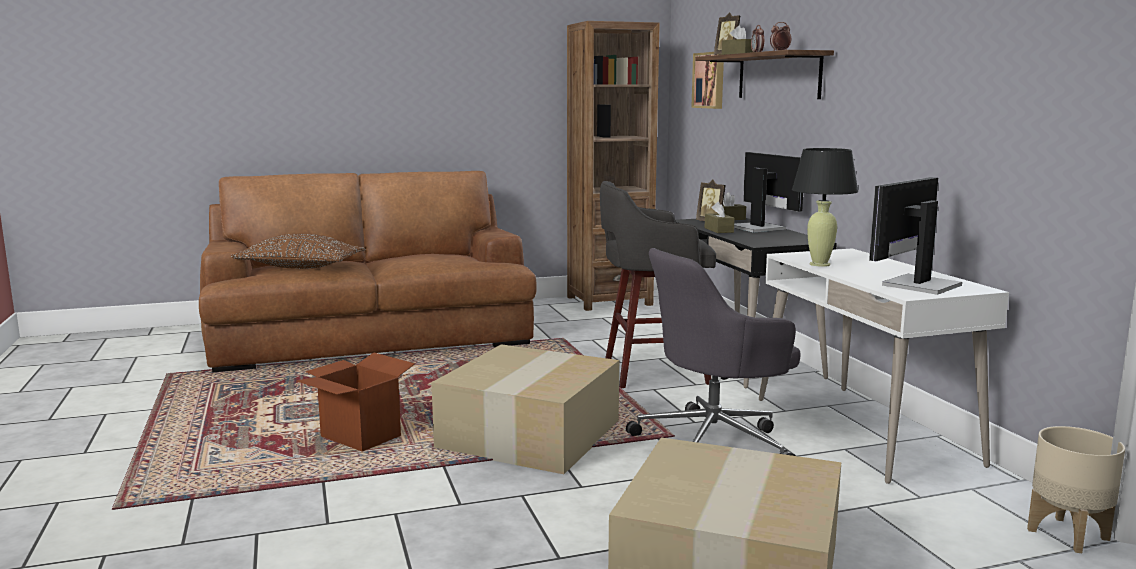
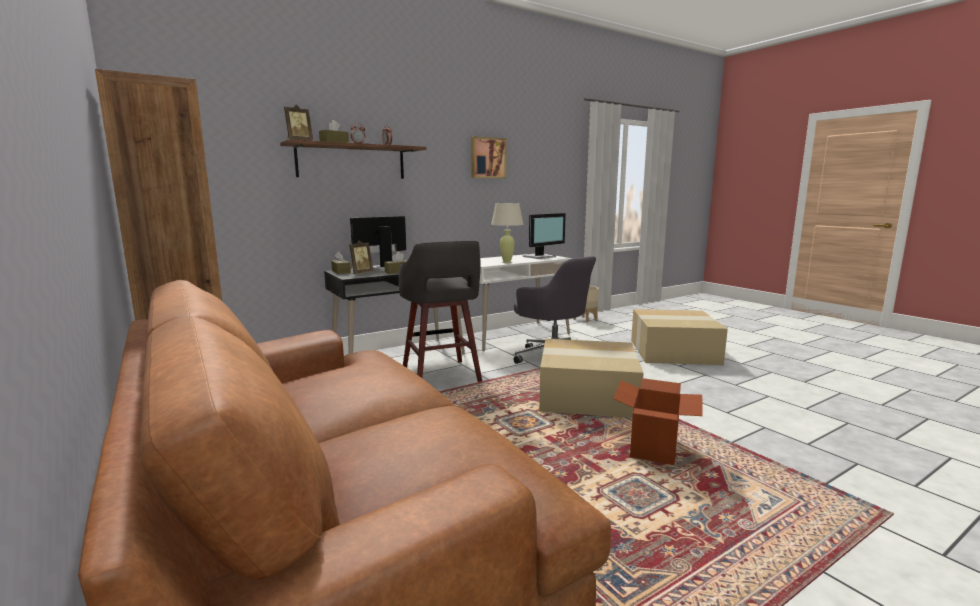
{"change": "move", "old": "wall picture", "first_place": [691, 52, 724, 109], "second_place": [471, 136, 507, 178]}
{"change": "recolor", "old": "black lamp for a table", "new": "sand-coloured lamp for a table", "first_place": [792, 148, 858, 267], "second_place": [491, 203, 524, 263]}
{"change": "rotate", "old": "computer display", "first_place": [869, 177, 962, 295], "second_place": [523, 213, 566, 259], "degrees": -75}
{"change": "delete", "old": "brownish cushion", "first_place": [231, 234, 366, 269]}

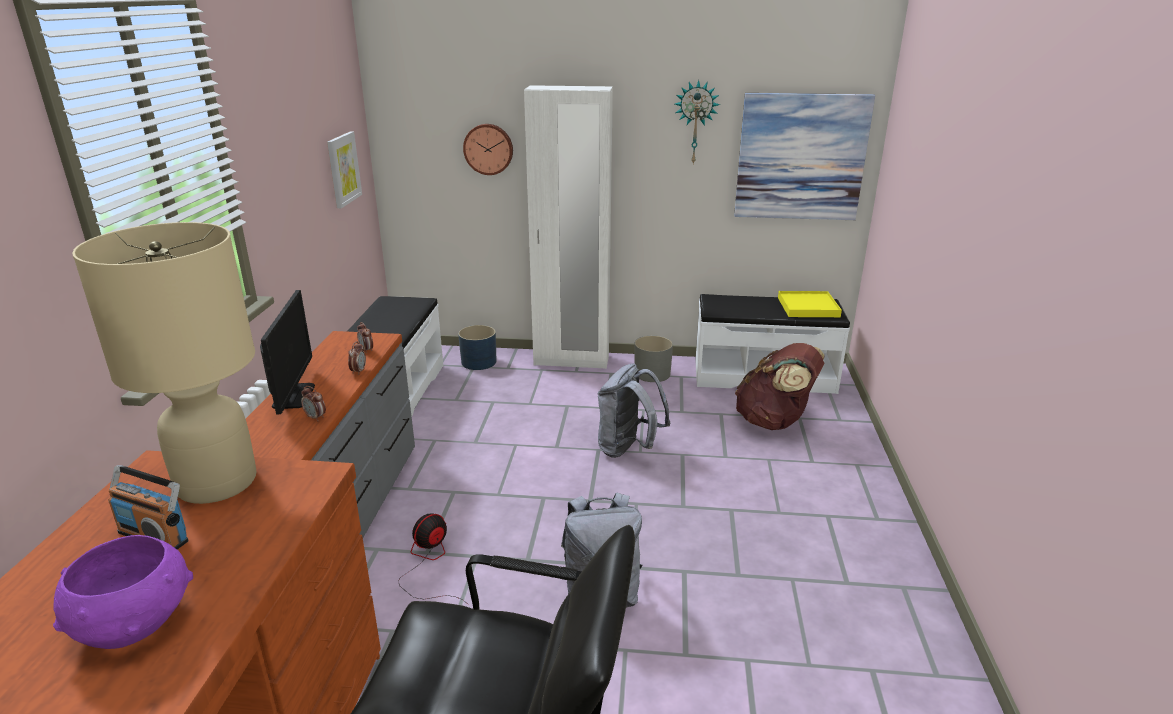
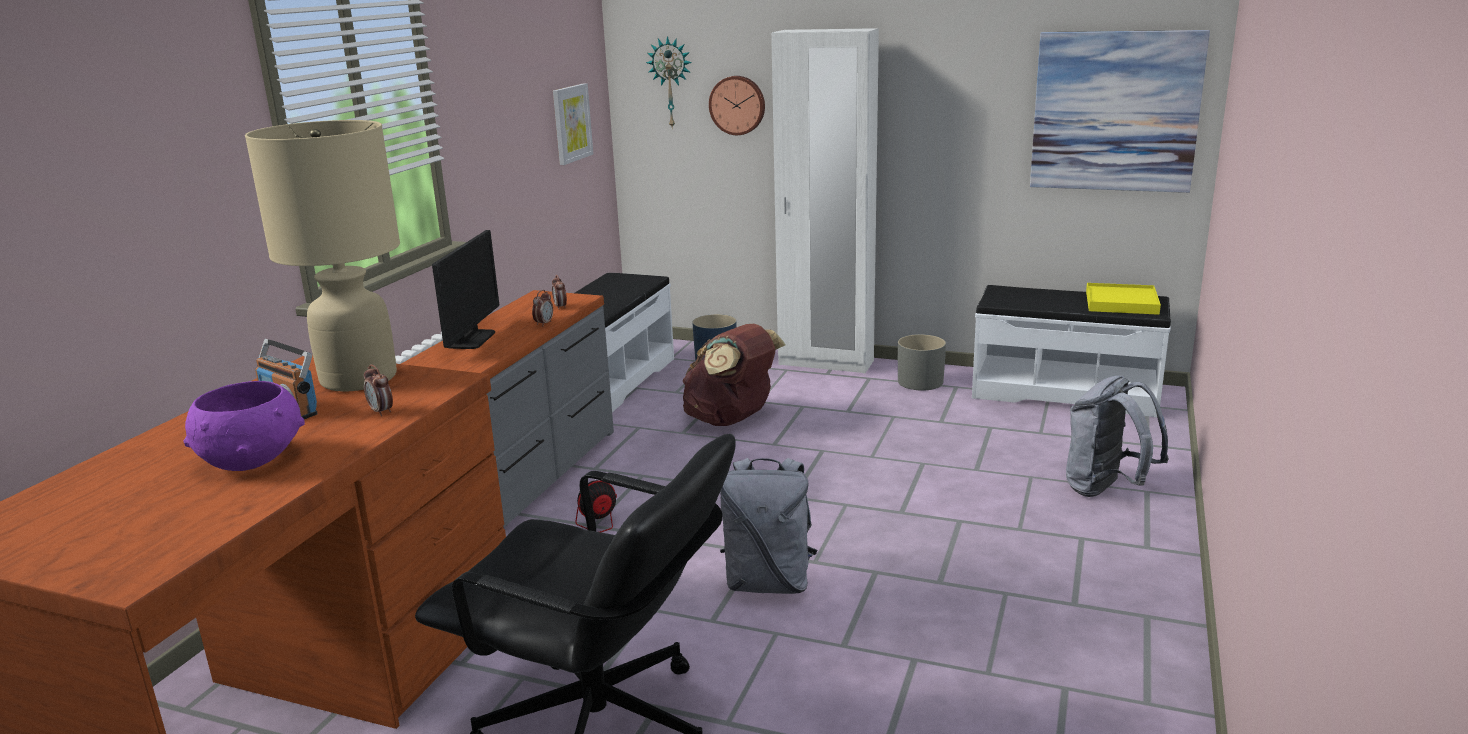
{"change": "move", "old": "bedside clock", "first_place": [301, 386, 326, 421], "second_place": [364, 364, 393, 416]}
{"change": "move", "old": "wall clock", "first_place": [675, 80, 720, 164], "second_place": [646, 36, 692, 129]}
{"change": "move", "old": "brownish backpack", "first_place": [735, 343, 825, 430], "second_place": [683, 324, 785, 426]}
{"change": "move", "old": "greyish backpack", "first_place": [598, 364, 671, 458], "second_place": [1066, 375, 1169, 497]}

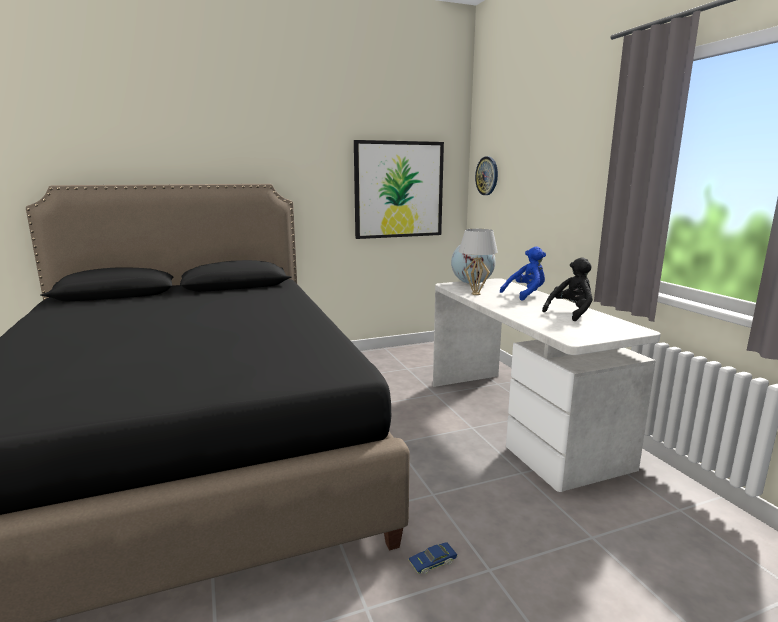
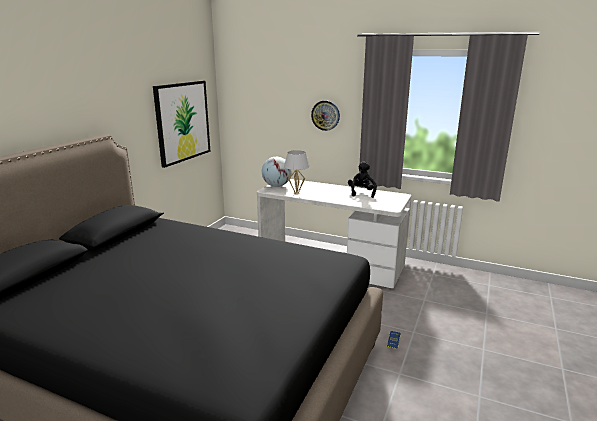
{"change": "move", "old": "wall clock", "first_place": [475, 156, 498, 195], "second_place": [311, 100, 340, 131]}
{"change": "delete", "old": "blue-coloured cuddly toy", "first_place": [500, 246, 546, 301]}

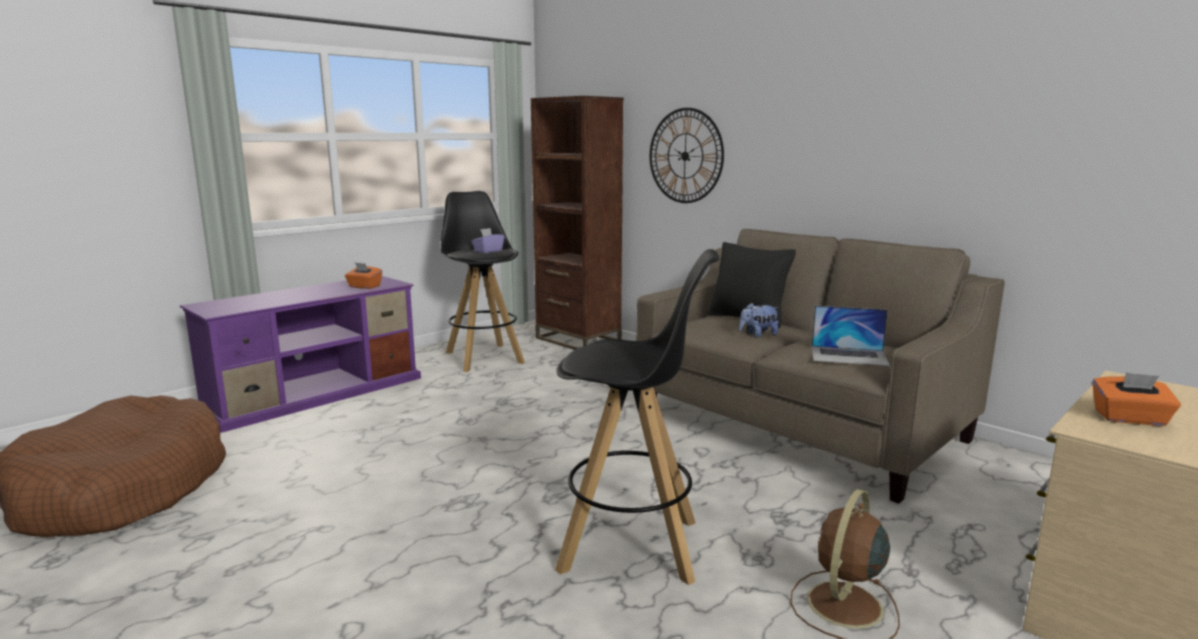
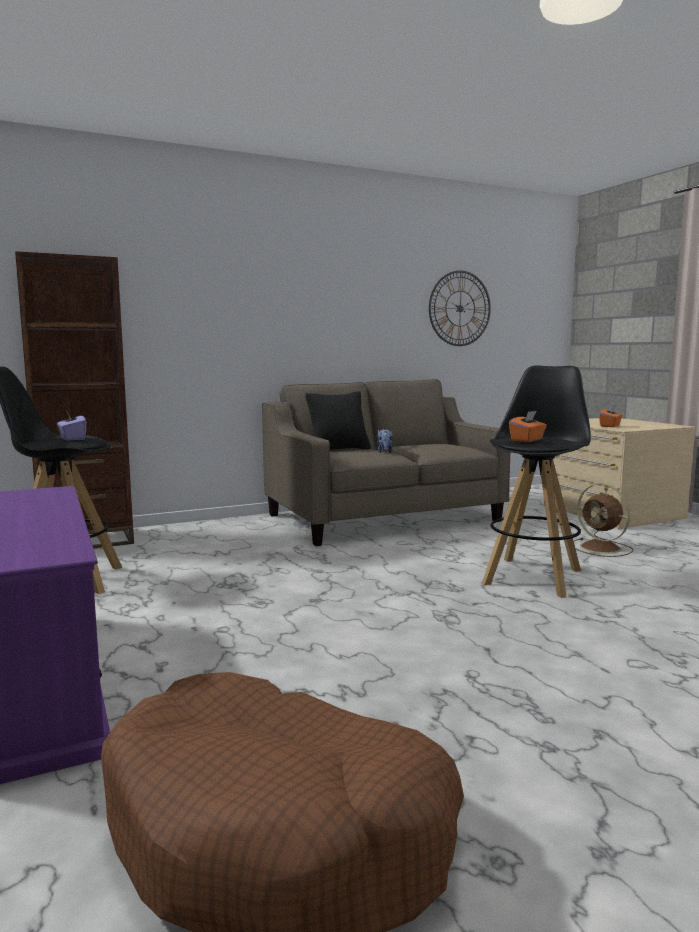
{"change": "move", "old": "wall clock", "first_place": [650, 108, 724, 203], "second_place": [429, 271, 491, 346]}
{"change": "move", "old": "orange-coloured box of tissues", "first_place": [345, 262, 382, 289], "second_place": [509, 411, 547, 442]}
{"change": "delete", "old": "laptop", "first_place": [812, 306, 890, 366]}

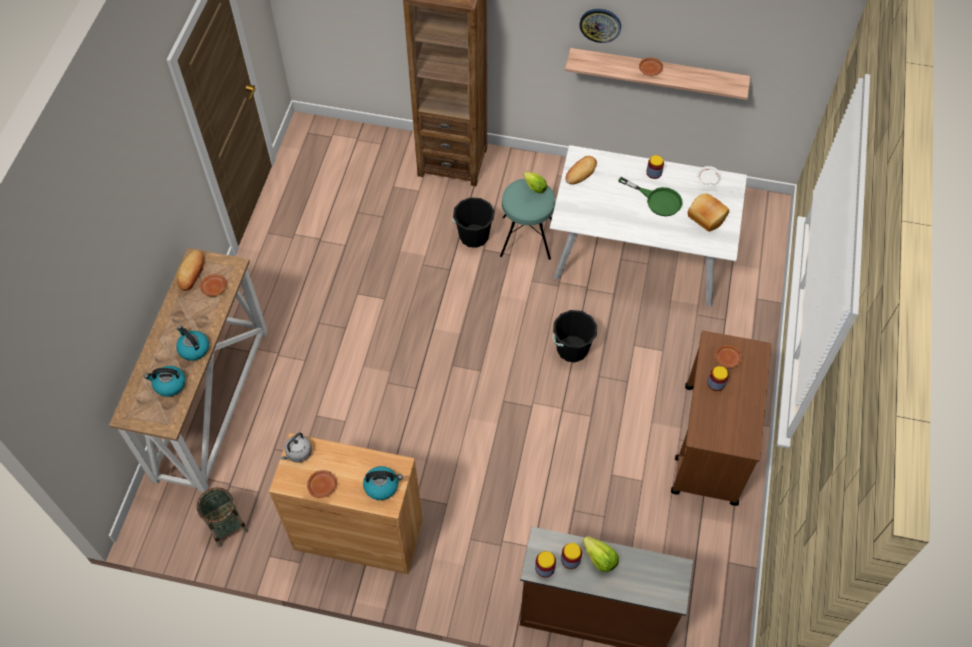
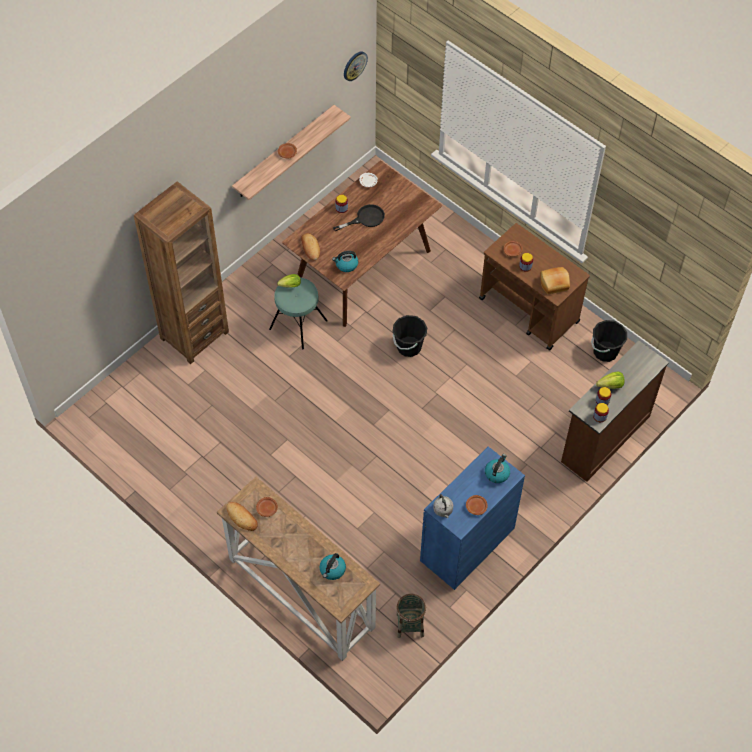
{"change": "recolor", "old": "whitish dining table", "new": "brownish dining table", "first_place": [550, 145, 747, 307], "second_place": [282, 160, 443, 327]}
{"change": "move", "old": "kettle", "first_place": [176, 326, 209, 361], "second_place": [332, 251, 358, 272]}
{"change": "recolor", "old": "green pan", "new": "black pan", "first_place": [618, 177, 683, 216], "second_place": [333, 204, 385, 231]}
{"change": "move", "old": "wall clock", "first_place": [579, 9, 621, 43], "second_place": [344, 51, 368, 81]}
{"change": "recolor", "old": "brownish cabinet", "new": "blue-coloured cabinet", "first_place": [269, 433, 423, 574], "second_place": [420, 446, 525, 590]}
{"change": "move", "old": "bread", "first_place": [688, 193, 729, 232], "second_place": [540, 267, 570, 294]}
{"change": "move", "old": "black pail", "first_place": [452, 197, 495, 248], "second_place": [591, 320, 627, 362]}

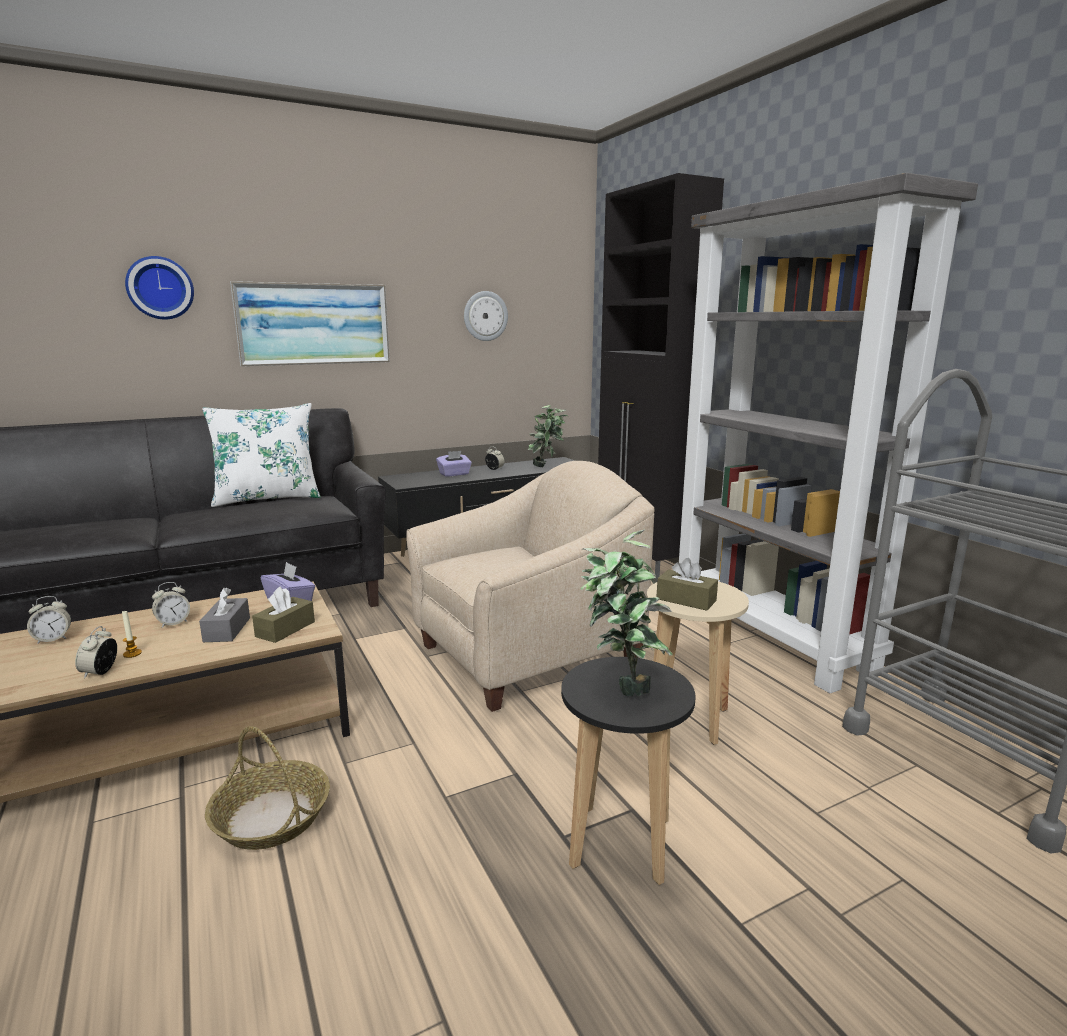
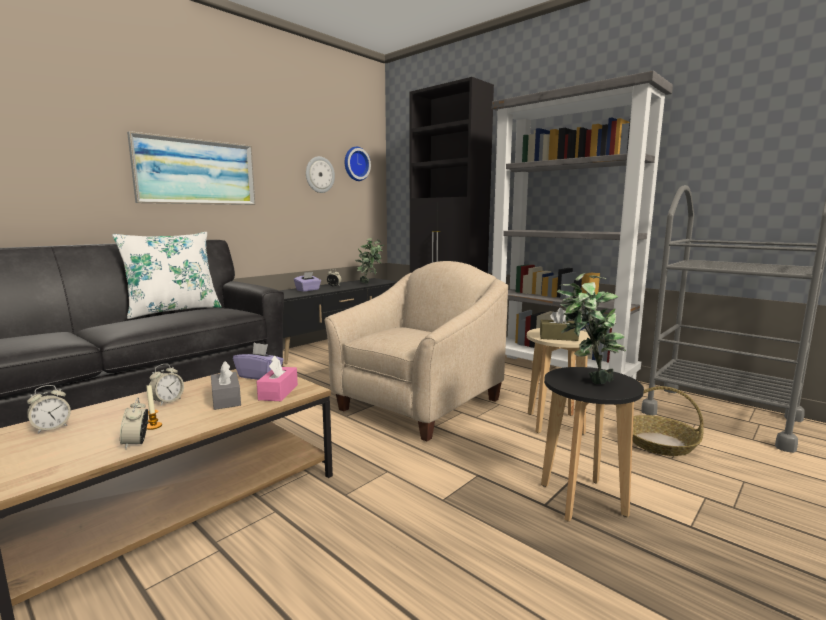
{"change": "recolor", "old": "brownish box of tissues", "new": "pinkish box of tissues", "first_place": [252, 587, 315, 643], "second_place": [257, 356, 298, 401]}
{"change": "move", "old": "wall clock", "first_place": [125, 256, 194, 319], "second_place": [345, 147, 371, 181]}
{"change": "move", "old": "basket", "first_place": [205, 726, 330, 850], "second_place": [632, 386, 703, 456]}

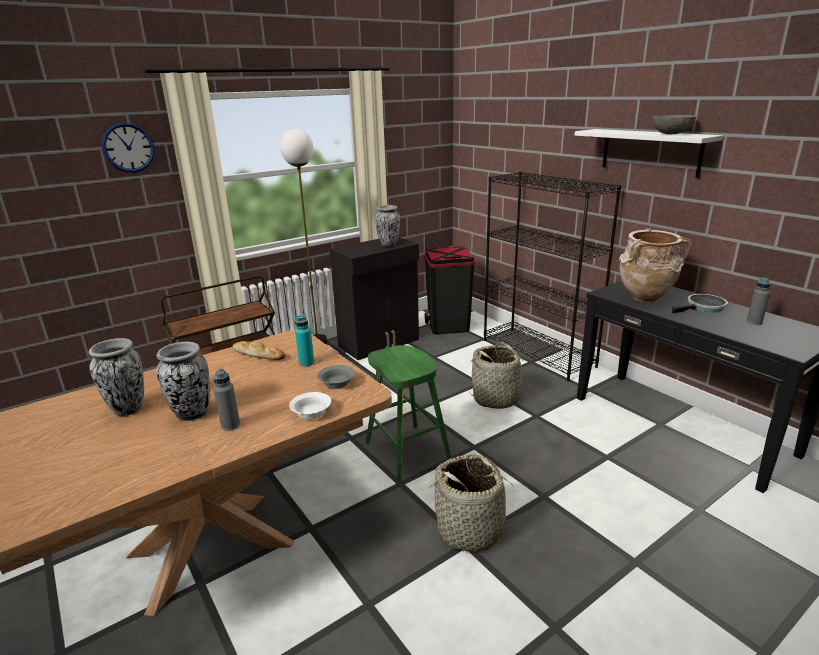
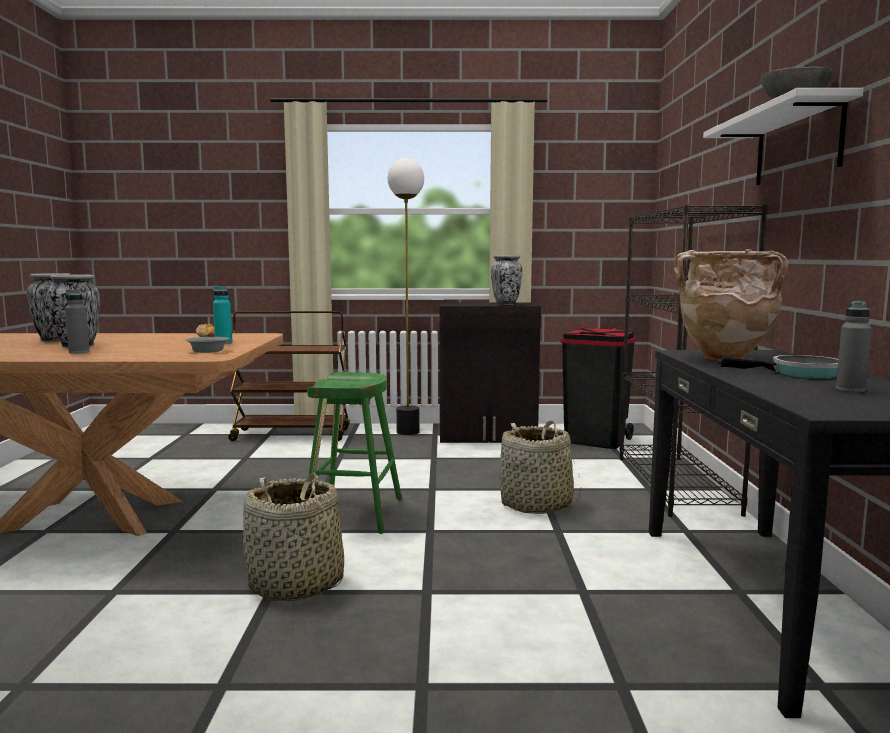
{"change": "delete", "old": "wall clock", "first_place": [101, 122, 155, 173]}
{"change": "delete", "old": "whitish serving bowl", "first_place": [289, 392, 331, 419]}

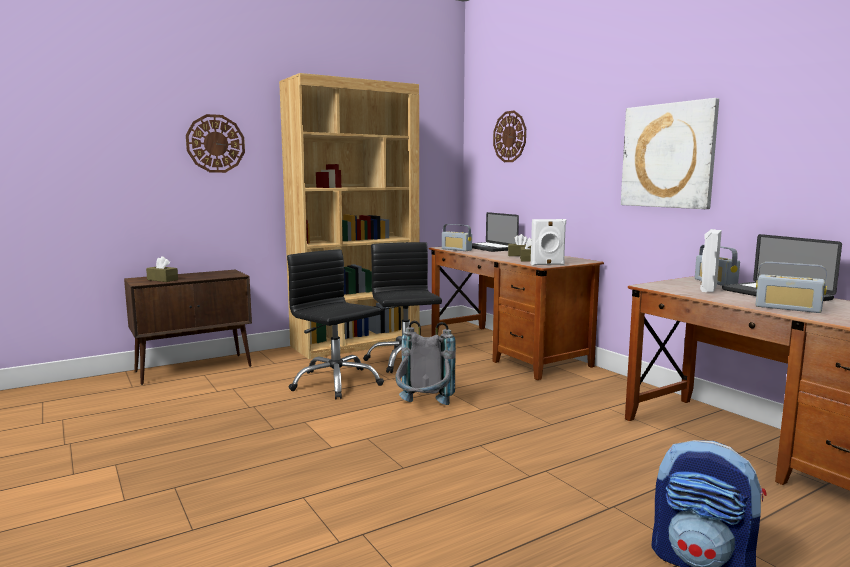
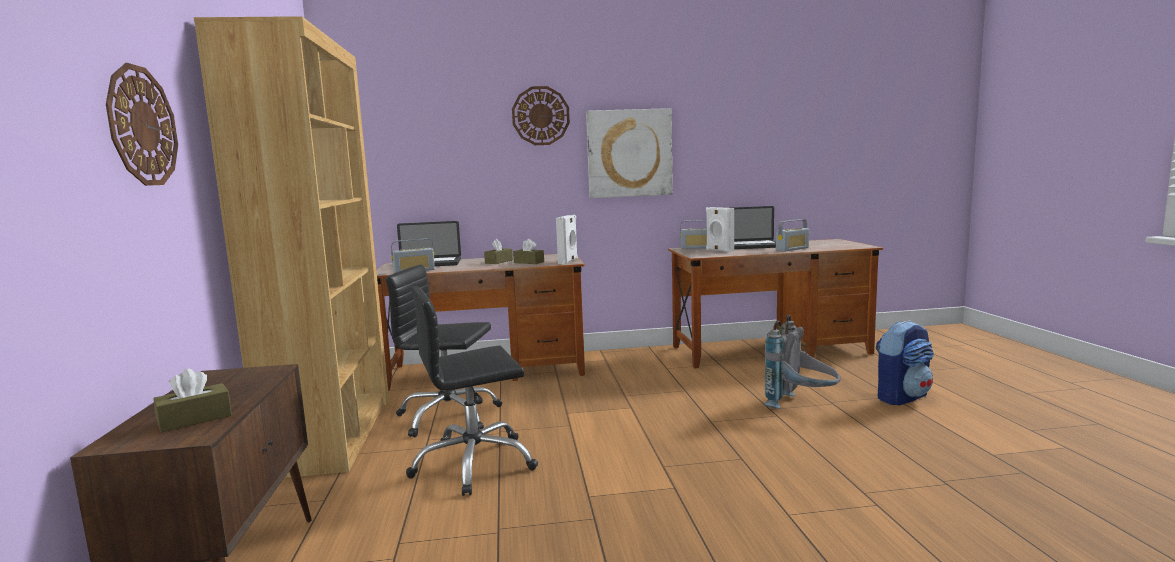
{"change": "move", "old": "wall clock", "first_place": [493, 111, 526, 162], "second_place": [512, 86, 570, 145]}
{"change": "move", "old": "greyish backpack", "first_place": [395, 320, 456, 405], "second_place": [764, 314, 841, 409]}

